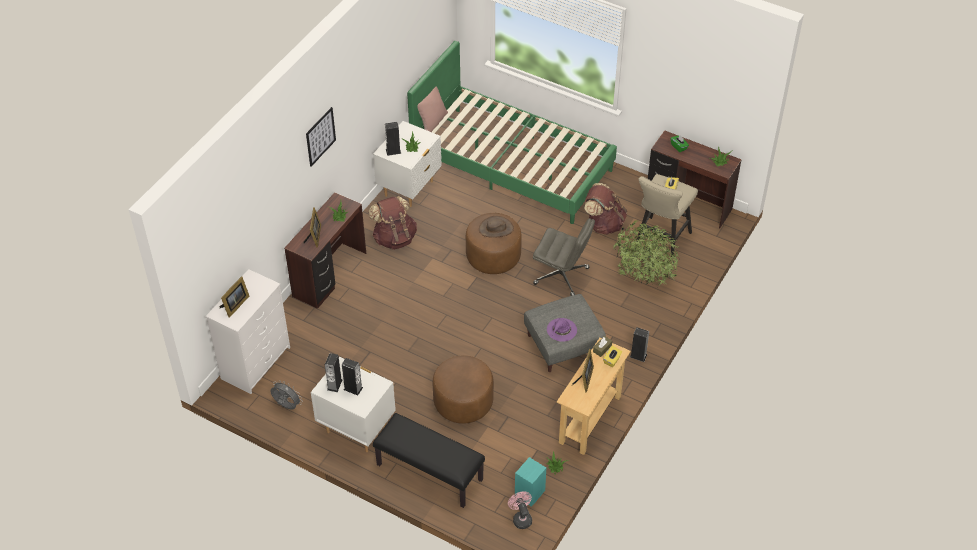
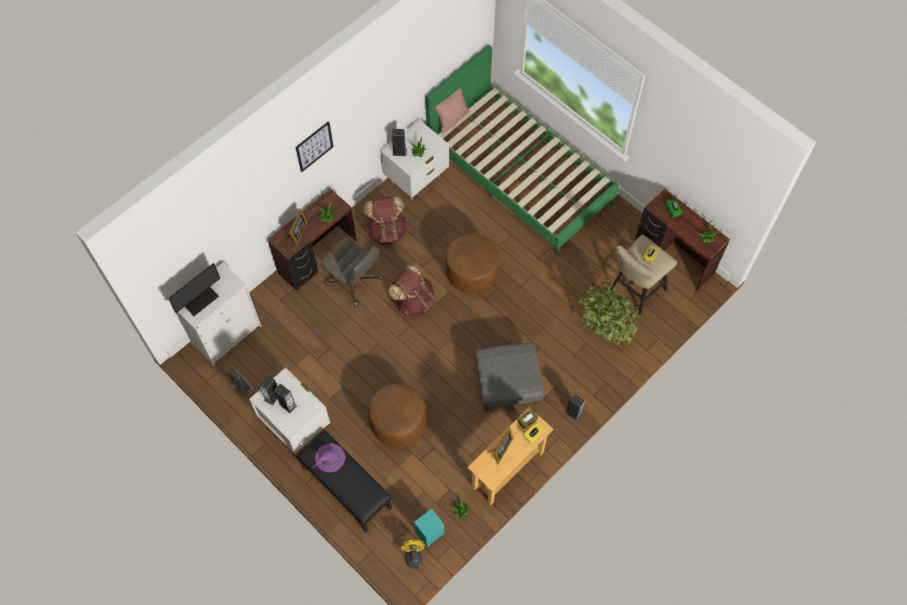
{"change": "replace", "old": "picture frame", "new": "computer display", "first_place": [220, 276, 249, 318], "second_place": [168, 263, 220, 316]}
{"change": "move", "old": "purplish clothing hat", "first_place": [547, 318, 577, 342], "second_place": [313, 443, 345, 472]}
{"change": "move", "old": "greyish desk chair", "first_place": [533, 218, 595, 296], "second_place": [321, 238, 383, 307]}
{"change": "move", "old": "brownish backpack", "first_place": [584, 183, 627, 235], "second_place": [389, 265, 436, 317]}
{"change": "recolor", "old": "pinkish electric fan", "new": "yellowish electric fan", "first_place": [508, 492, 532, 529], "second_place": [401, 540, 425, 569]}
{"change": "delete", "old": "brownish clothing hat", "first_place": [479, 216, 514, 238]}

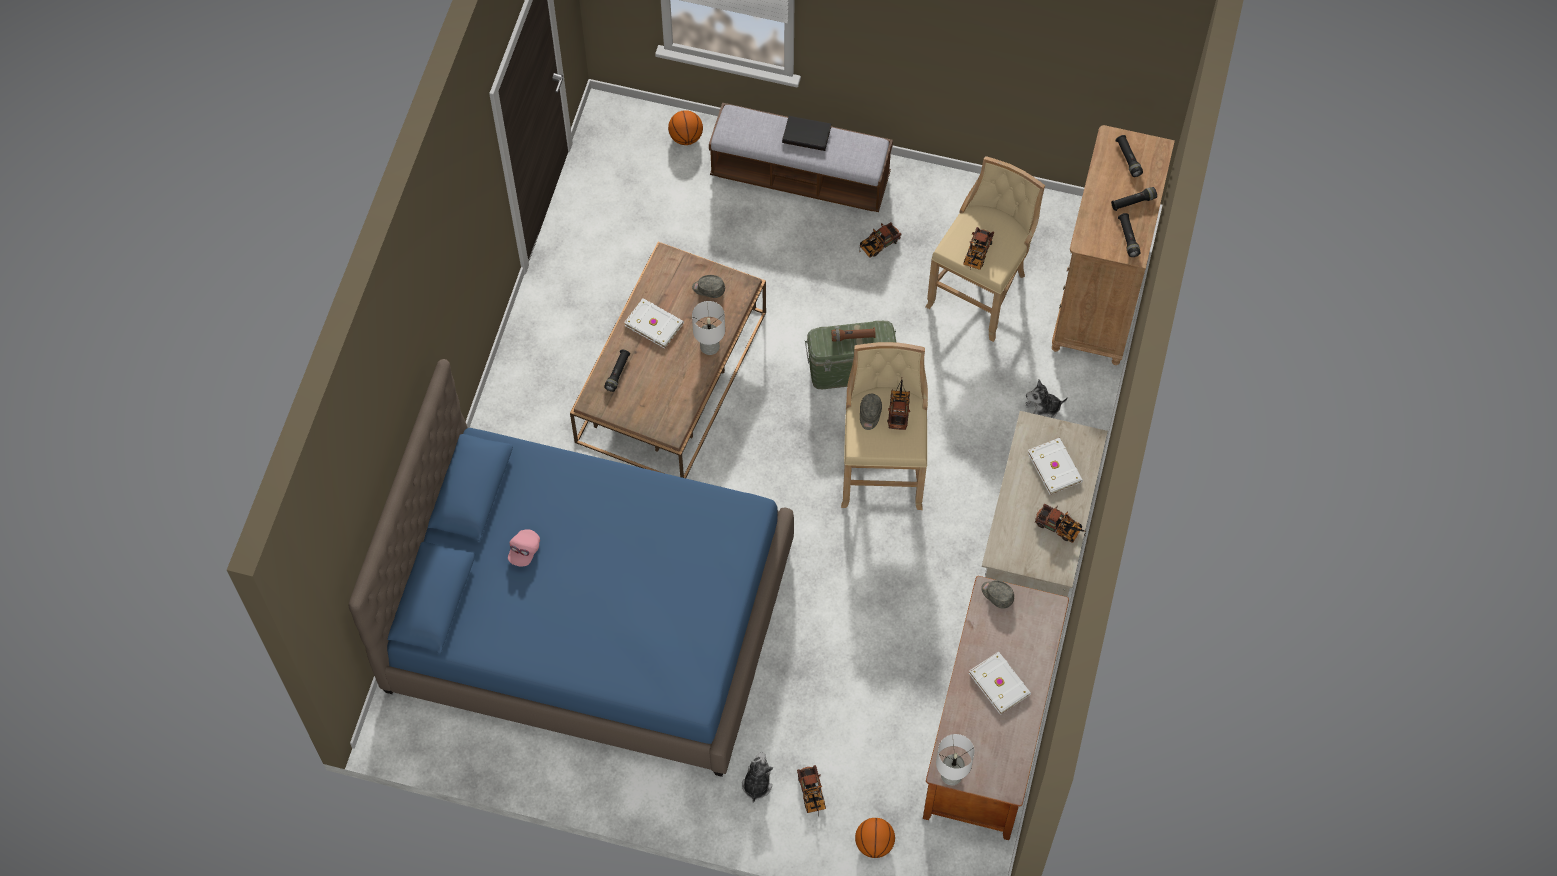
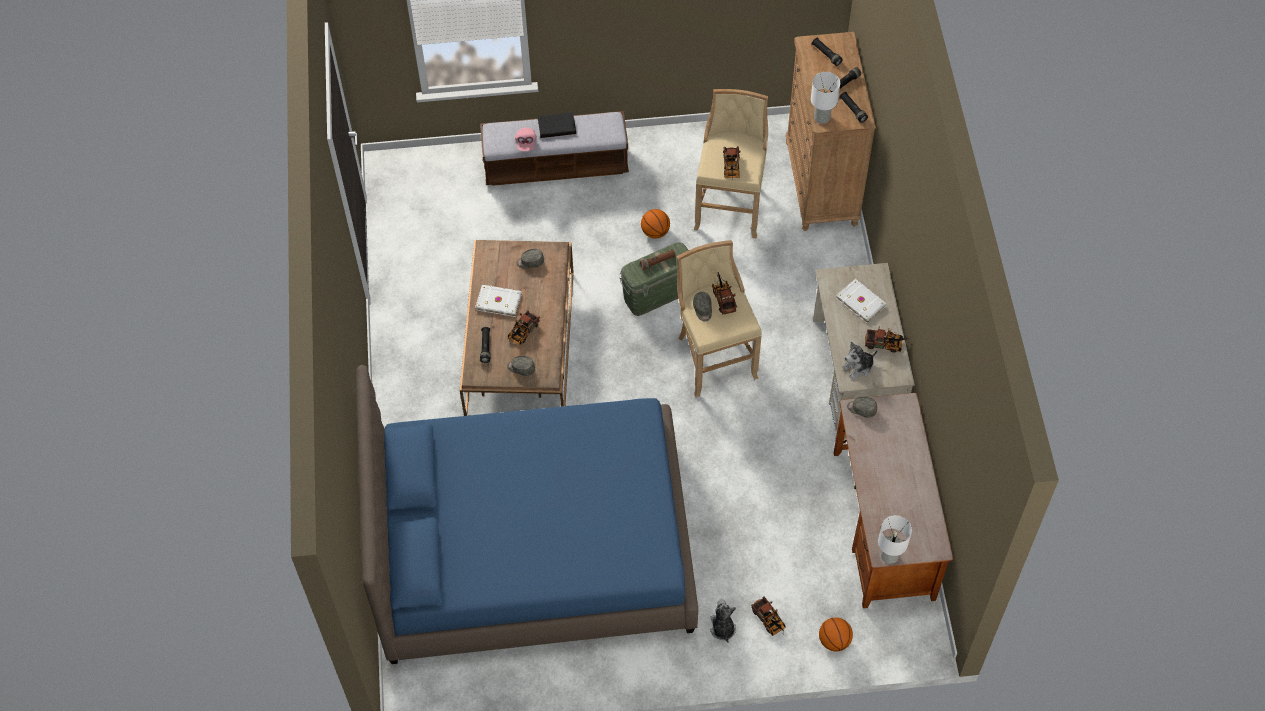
{"change": "insert", "new": "greyish baseball cap", "second_place": [507, 356, 535, 376]}
{"change": "move", "old": "toy truck", "first_place": [860, 222, 902, 258], "second_place": [508, 310, 540, 345]}
{"change": "move", "old": "pinkish baseball cap", "first_place": [508, 530, 540, 566], "second_place": [515, 127, 537, 151]}
{"change": "move", "old": "ball for basketball", "first_place": [668, 110, 703, 145], "second_place": [641, 209, 670, 238]}
{"change": "move", "old": "whitish lamp for a table", "first_place": [692, 301, 725, 355], "second_place": [811, 72, 840, 124]}
{"change": "move", "old": "cuddly toy", "first_place": [1025, 379, 1068, 418], "second_place": [842, 341, 878, 380]}
{"change": "delete", "old": "whitish volume", "first_place": [969, 652, 1031, 715]}

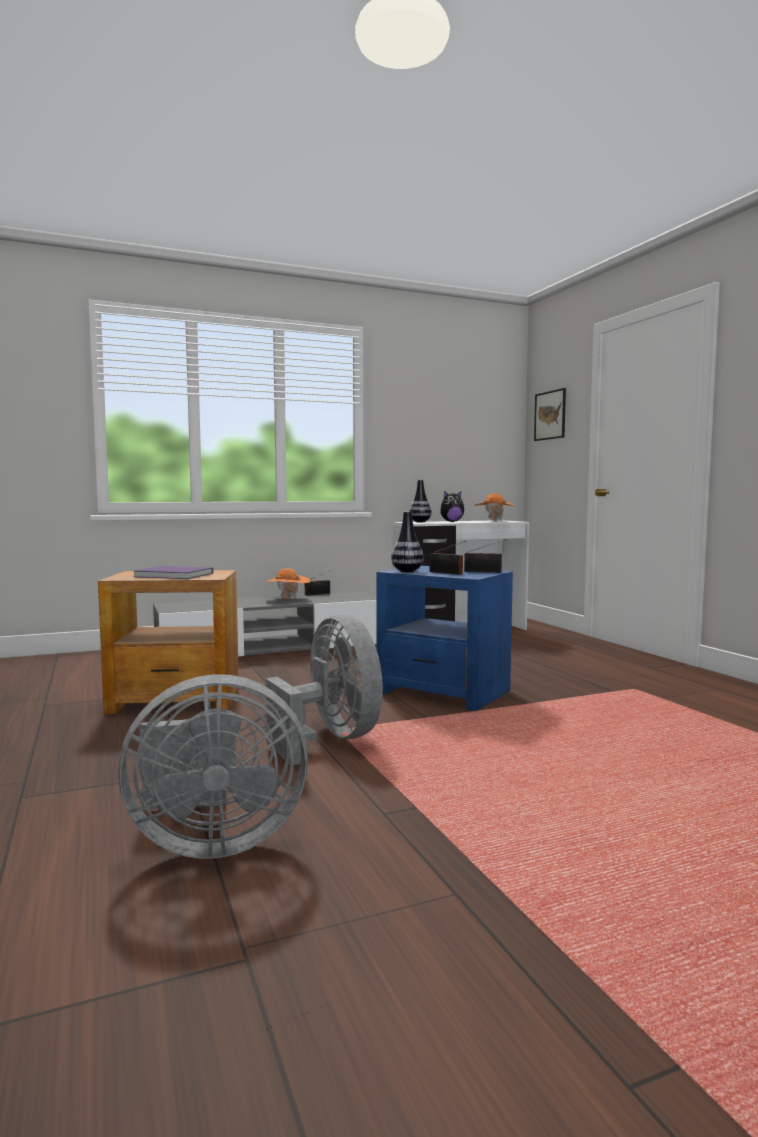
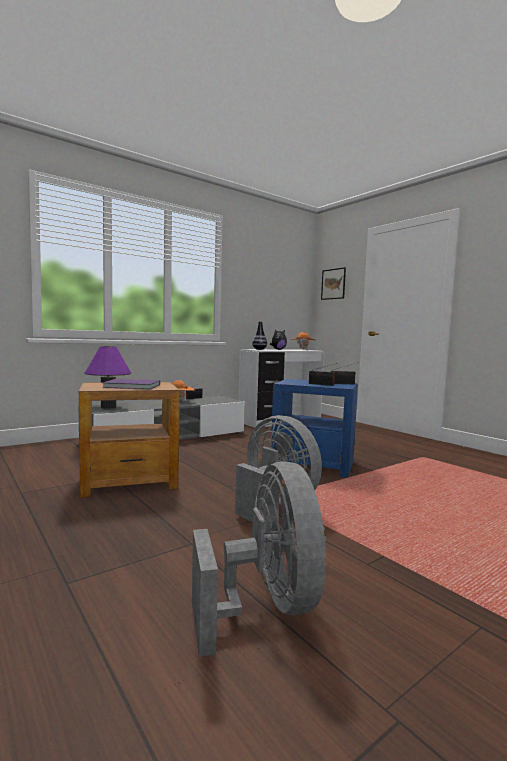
{"change": "insert", "new": "purplish lamp for a table", "second_place": [84, 346, 131, 409]}
{"change": "rotate", "old": "greyish electric fan", "first_place": [118, 674, 308, 859], "second_place": [192, 461, 326, 657], "degrees": -75}
{"change": "delete", "old": "decorative vase", "first_place": [391, 511, 424, 572]}

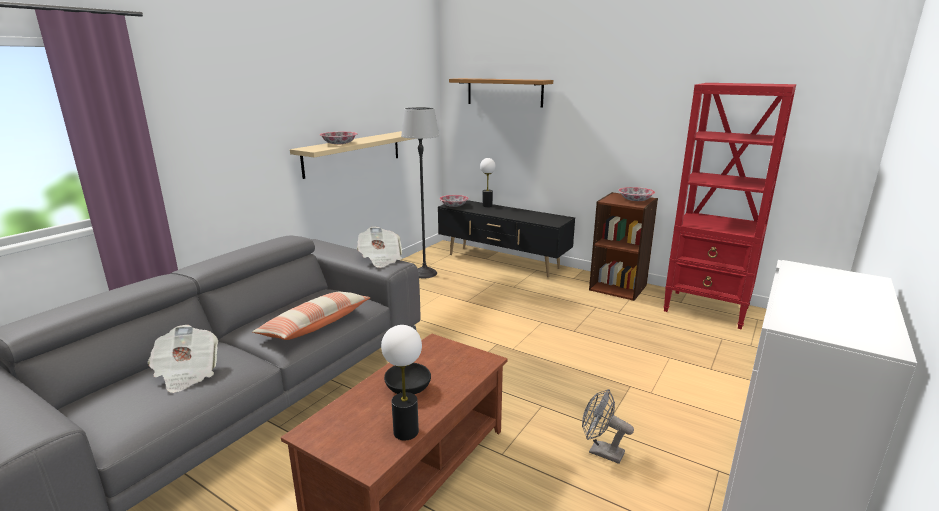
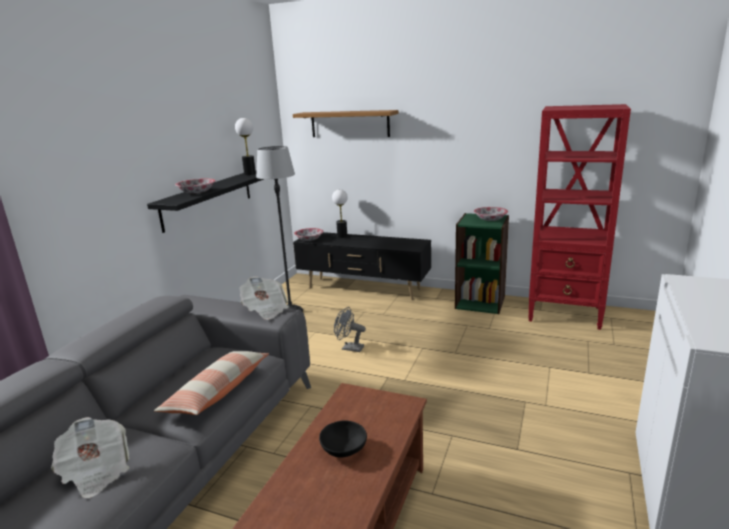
{"change": "recolor", "old": "sand-coloured wall shelf", "new": "black wall shelf", "first_place": [290, 131, 412, 179], "second_place": [147, 170, 264, 233]}
{"change": "move", "old": "lamp for a table", "first_place": [381, 325, 422, 440], "second_place": [235, 118, 256, 175]}
{"change": "move", "old": "greyish electric fan", "first_place": [582, 389, 634, 464], "second_place": [334, 307, 366, 352]}
{"change": "recolor", "old": "brownish bookcase", "new": "green bookcase", "first_place": [589, 192, 658, 301], "second_place": [455, 213, 509, 314]}

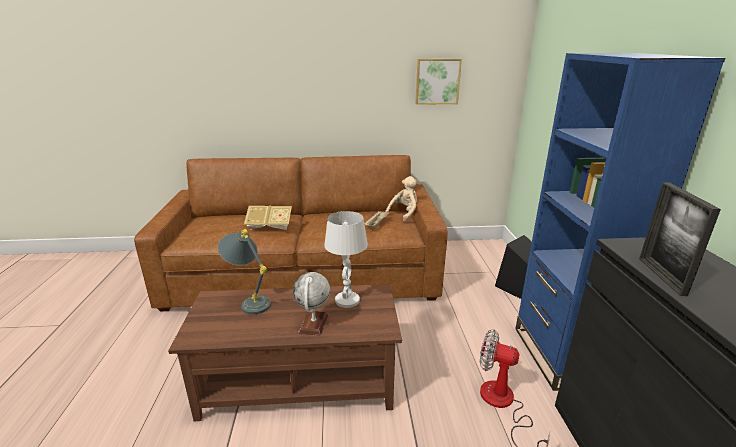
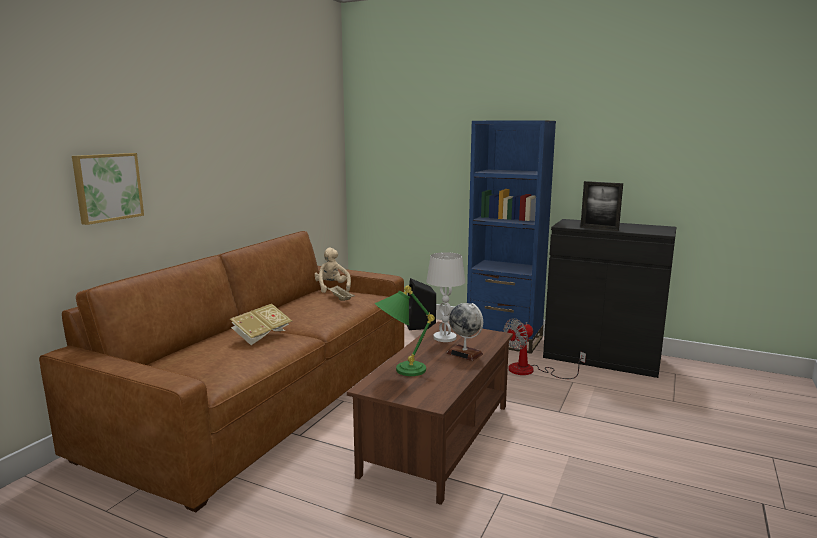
{"change": "move", "old": "wall picture", "first_place": [415, 59, 462, 105], "second_place": [72, 153, 144, 225]}
{"change": "recolor", "old": "greyish lamp for a table", "new": "green lamp for a table", "first_place": [218, 229, 271, 315], "second_place": [375, 285, 435, 376]}

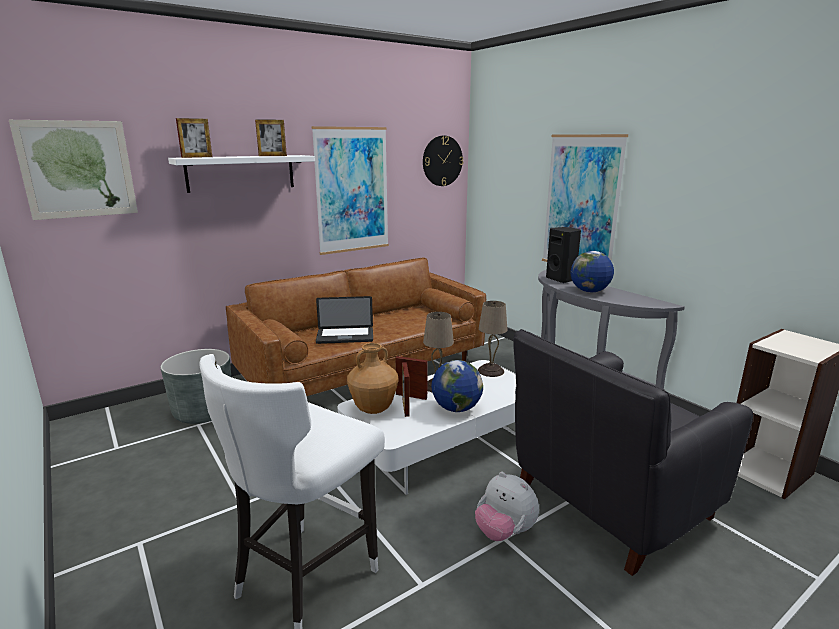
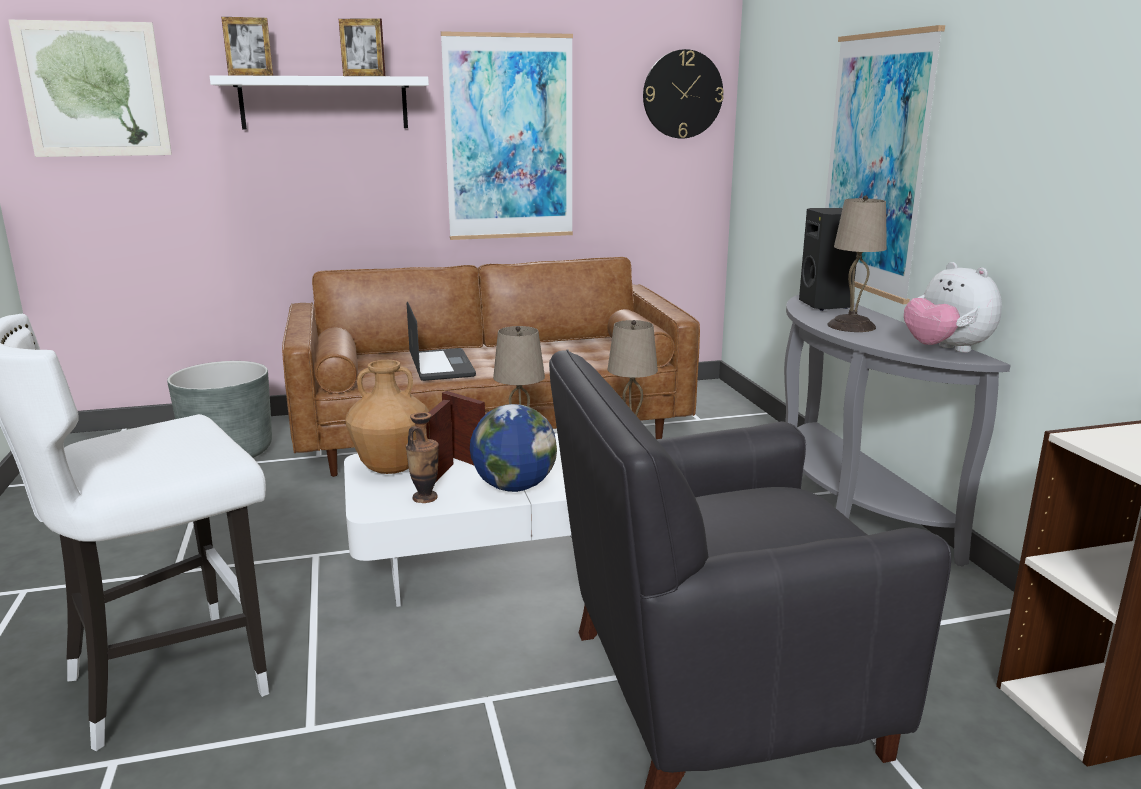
{"change": "insert", "new": "decorative vase", "second_place": [406, 412, 439, 503]}
{"change": "rotate", "old": "laptop", "first_place": [316, 296, 373, 344], "second_place": [407, 301, 476, 381], "degrees": -120}
{"change": "replace", "old": "world globe", "new": "sand-coloured lamp for a table", "first_place": [571, 251, 614, 293], "second_place": [827, 195, 887, 332]}
{"change": "move", "old": "cuddly toy", "first_place": [475, 472, 539, 541], "second_place": [904, 262, 1002, 353]}

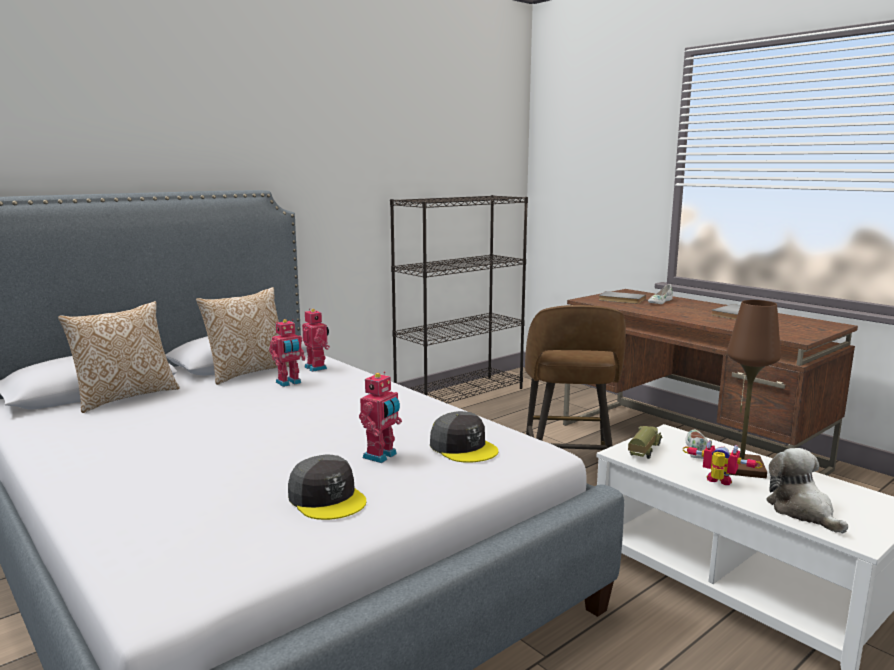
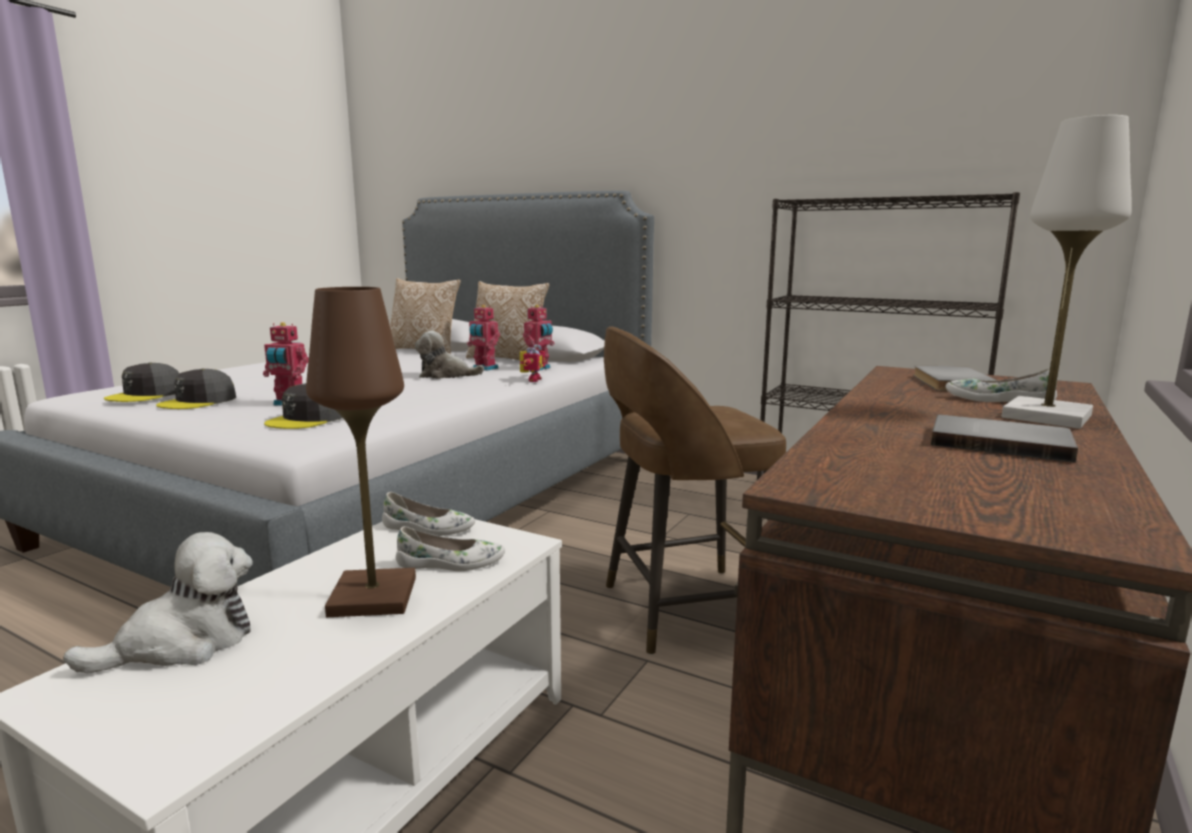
{"change": "insert", "new": "greyish baseball cap", "second_place": [104, 363, 179, 402]}
{"change": "replace", "old": "toy truck", "new": "whitish item of footwear", "first_place": [628, 426, 662, 459], "second_place": [382, 492, 475, 536]}
{"change": "insert", "new": "cuddly toy", "second_place": [415, 331, 484, 379]}
{"change": "move", "old": "robot figure", "first_place": [683, 440, 763, 485], "second_place": [520, 344, 545, 382]}
{"change": "insert", "new": "whitish lamp for a table", "second_place": [1002, 115, 1132, 429]}

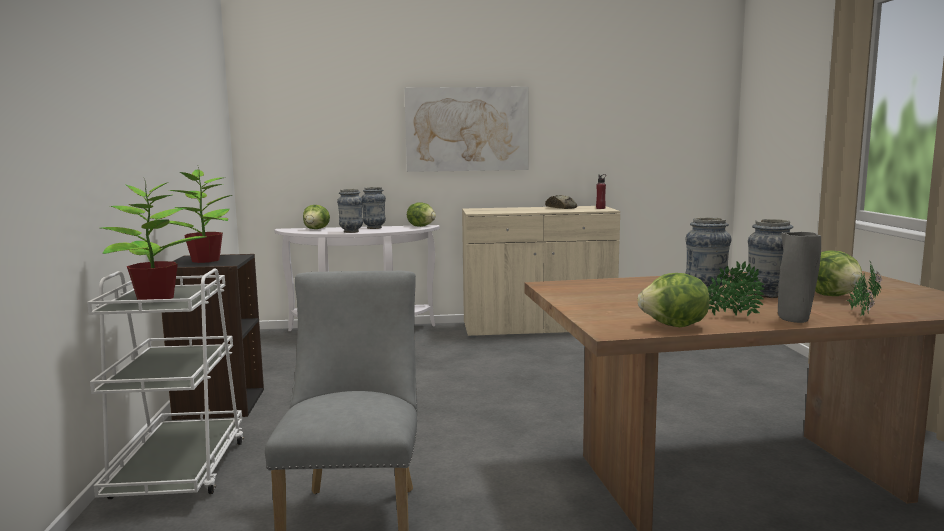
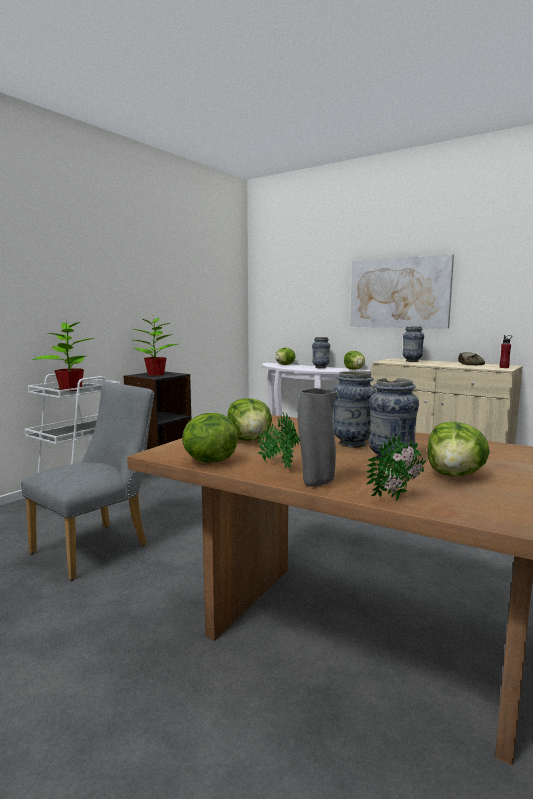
{"change": "insert", "new": "lettuce", "second_place": [227, 398, 272, 441]}
{"change": "move", "old": "decorative vase", "first_place": [337, 189, 363, 233], "second_place": [403, 326, 424, 362]}

